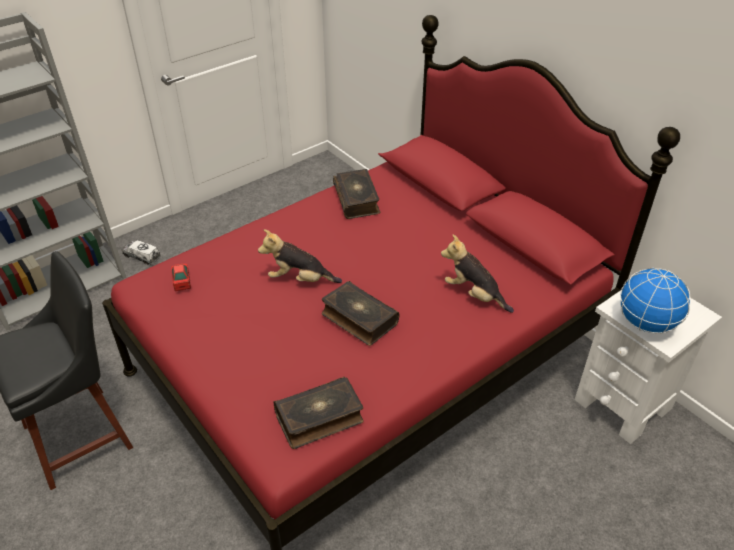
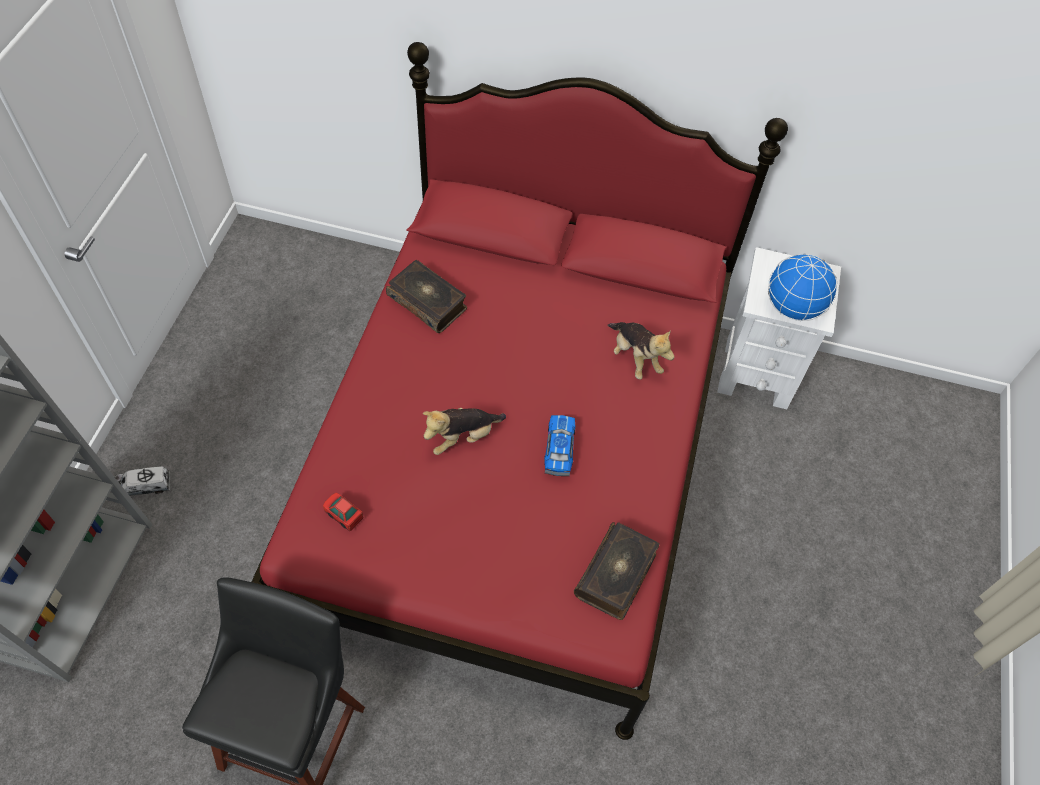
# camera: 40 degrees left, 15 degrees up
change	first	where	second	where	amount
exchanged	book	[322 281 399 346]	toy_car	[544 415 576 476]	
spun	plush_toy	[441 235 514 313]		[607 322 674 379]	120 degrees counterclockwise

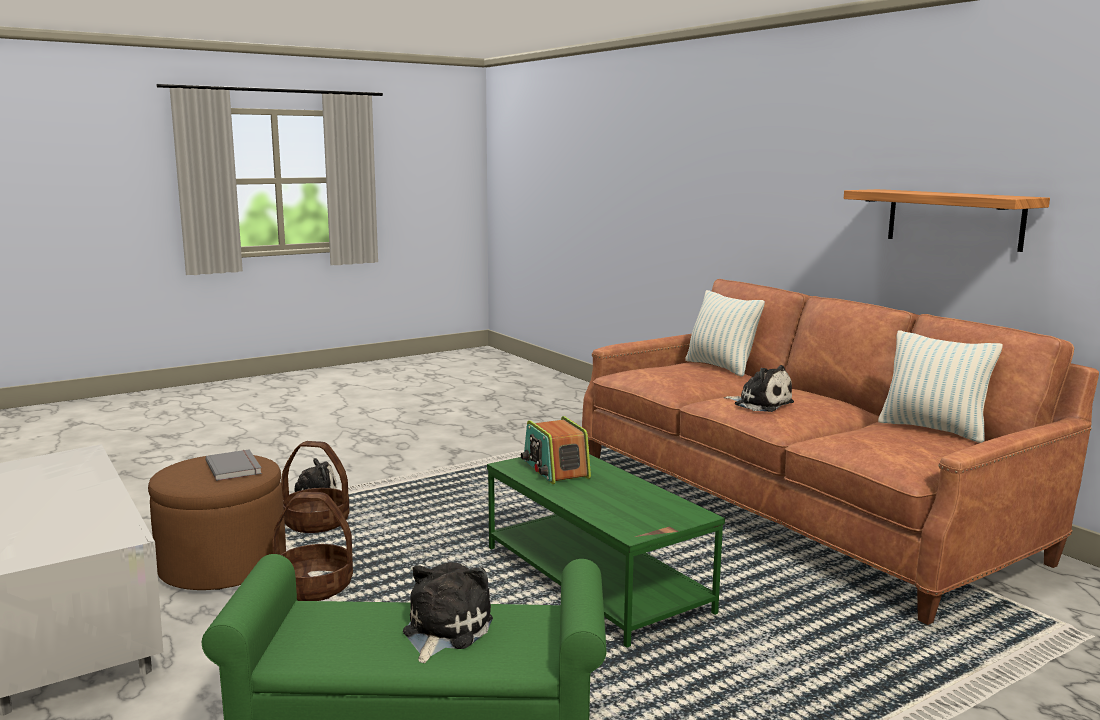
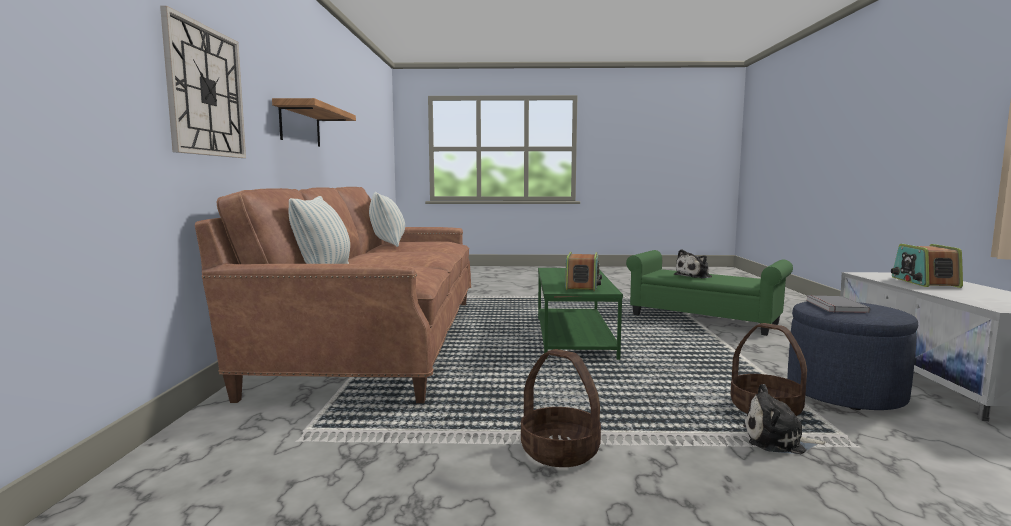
# camera: 145 degrees left, 5 degrees down
change	first	where	second	where	amount
appeared			wall_clock	[160 6 246 158]	
relocated	basket	[272 492 353 601]		[521 349 601 467]	
colour	brown_ottoman	[148 455 286 590]	blue_ottoman	[787 301 918 410]	
appeared			radio	[891 244 963 288]	
missing	plush_toy	[724 365 794 412]			

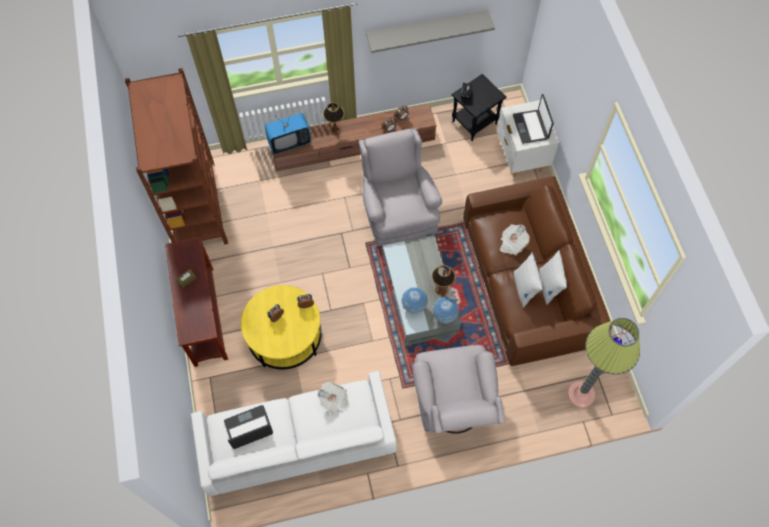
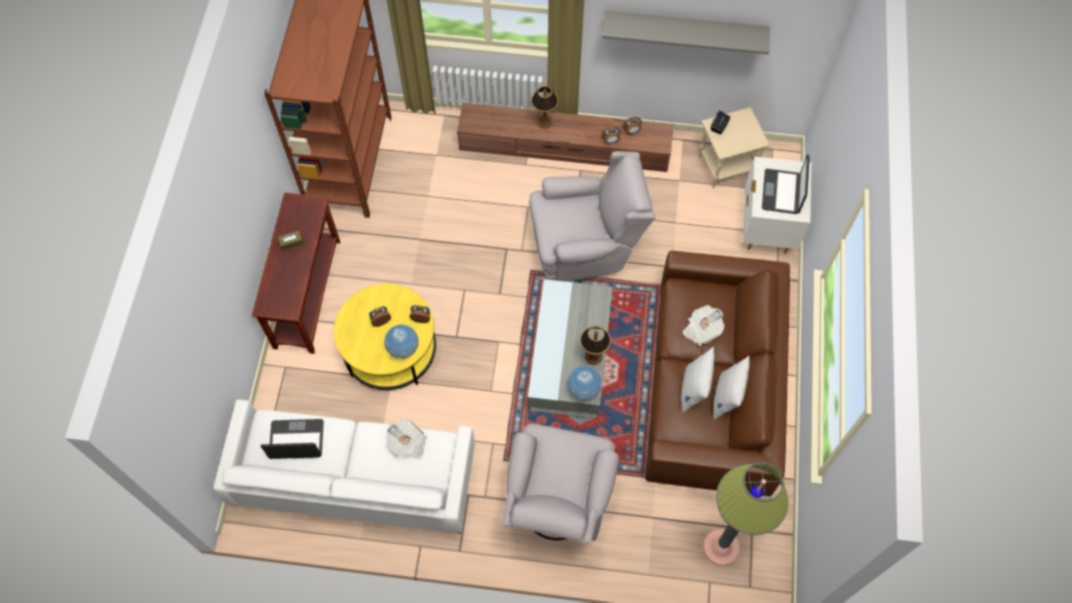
# camera: 20 degrees right, 0 degrees up
change	first	where	second	where	amount
relocated	globe	[402 287 428 314]		[384 324 419 359]	
spun	grey_armchair	[359 128 442 246]		[529 151 656 282]	75 degrees clockwise
colour	black_side_table	[451 74 507 141]	beige_side_table	[698 107 770 188]	
missing	television	[264 110 311 154]			

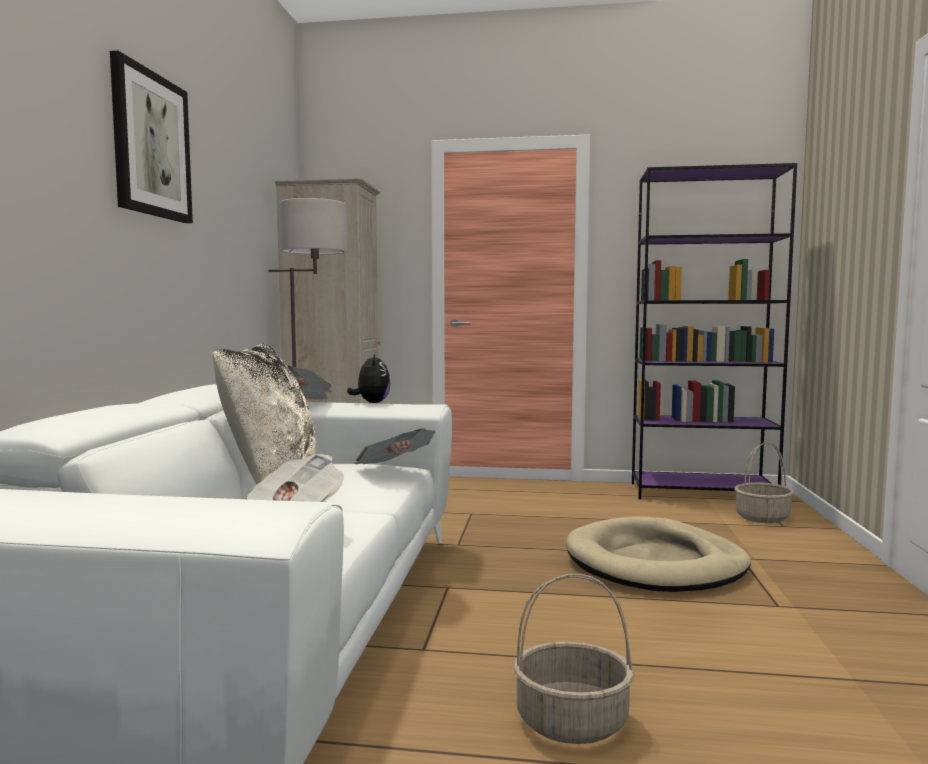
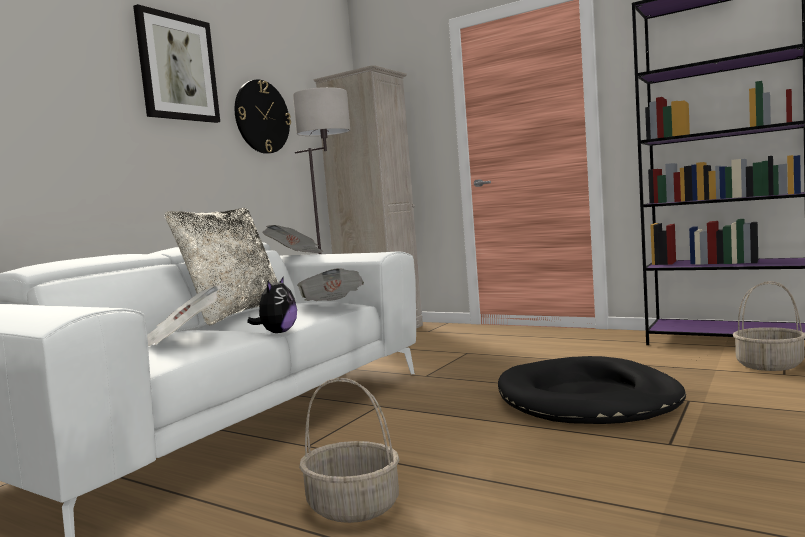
# camera: 25 degrees right, 0 degrees up
change	first	where	second	where	amount
appeared			wall_clock	[235 80 291 154]	
relocated	plush_toy	[347 354 391 403]		[247 276 297 333]	
colour	beige_dog_bed	[566 517 751 592]	black_dog_bed	[498 356 686 424]	

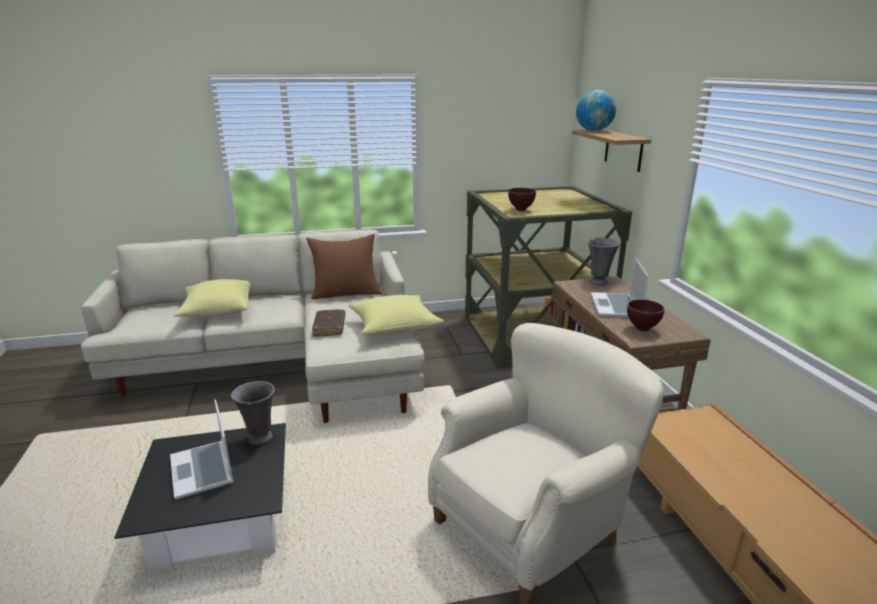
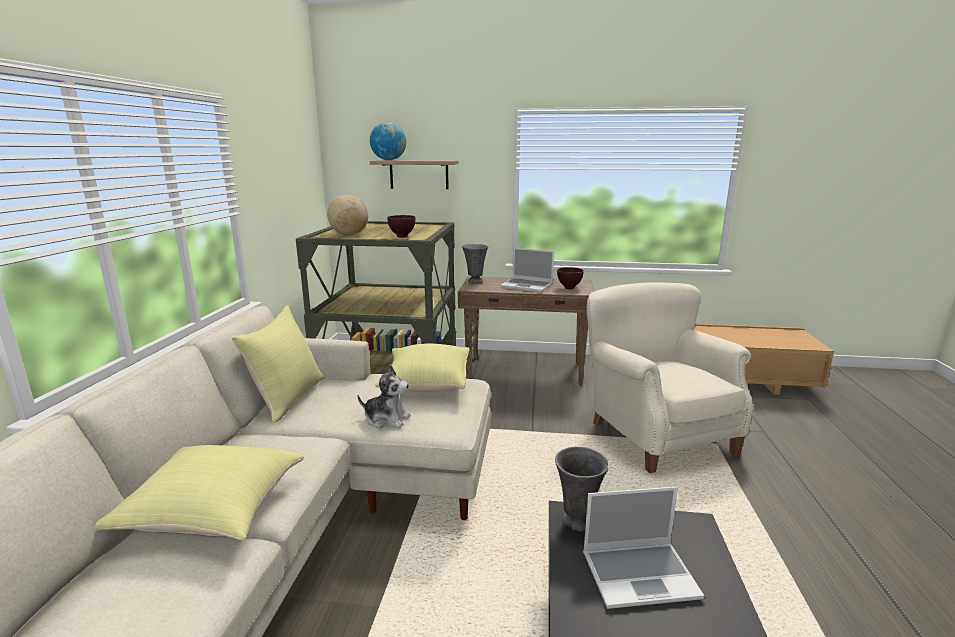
# camera: 70 degrees left, 5 degrees down
change	first	where	second	where	amount
colour	brown_pillow	[306 234 382 299]	yellow_pillow	[231 305 324 423]	
appeared			globe	[327 195 368 235]	
exchanged	brown_book	[312 309 345 337]	plush_toy	[358 365 411 428]	

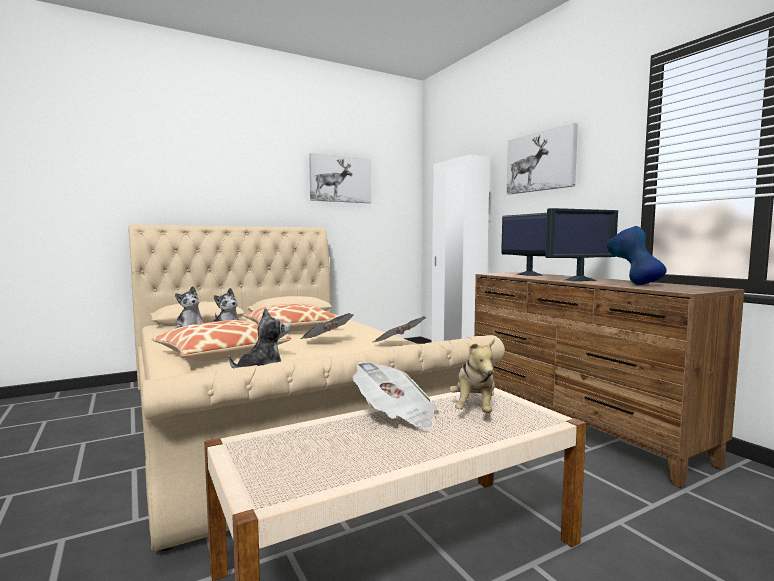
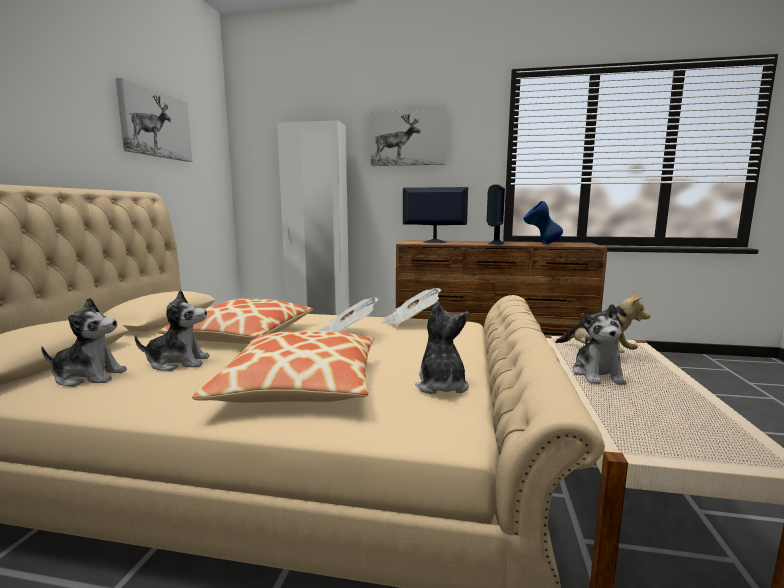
# camera: 50 degrees left, 5 degrees up
change	first	where	second	where	amount
exchanged	newspaper	[353 361 437 430]	plush_toy	[572 304 627 385]	

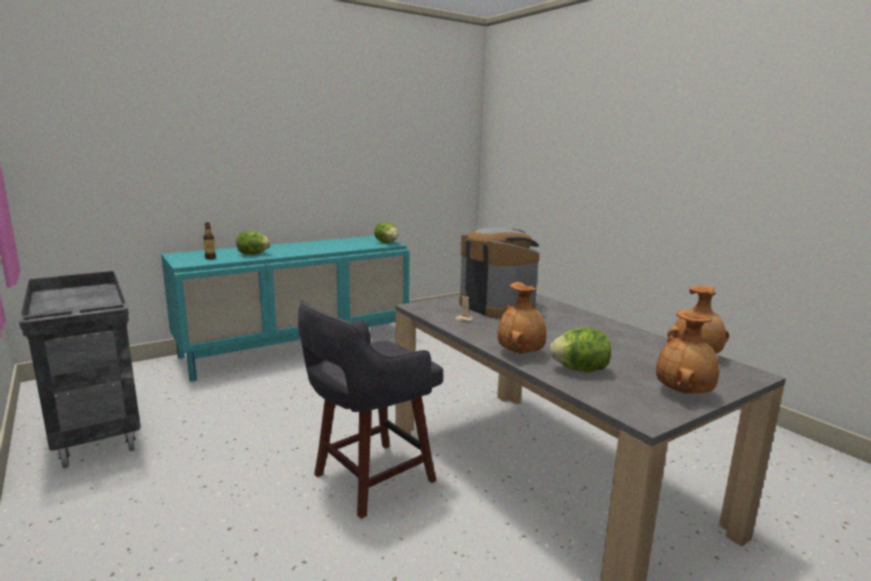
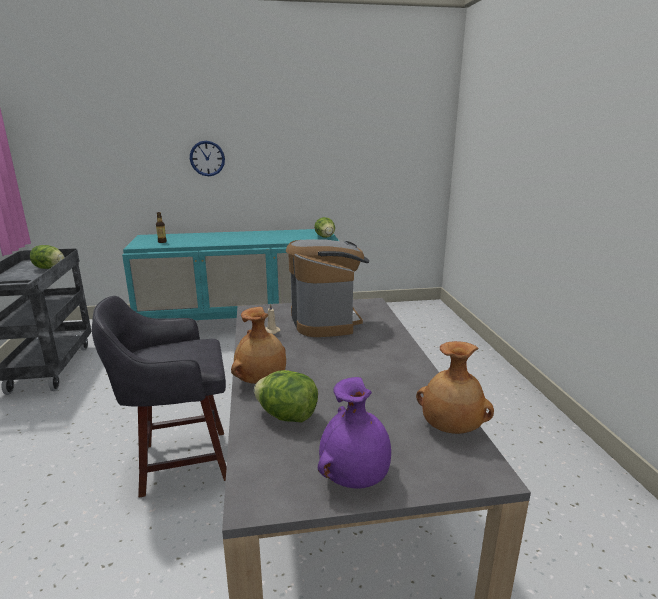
# camera: 25 degrees right, 5 degrees up
change	first	where	second	where	amount
relocated	lettuce	[236 231 271 255]		[30 245 65 269]	
appeared			wall_clock	[190 141 225 176]	
colour	brown_vase	[656 310 719 394]	purple_vase	[318 377 391 489]	

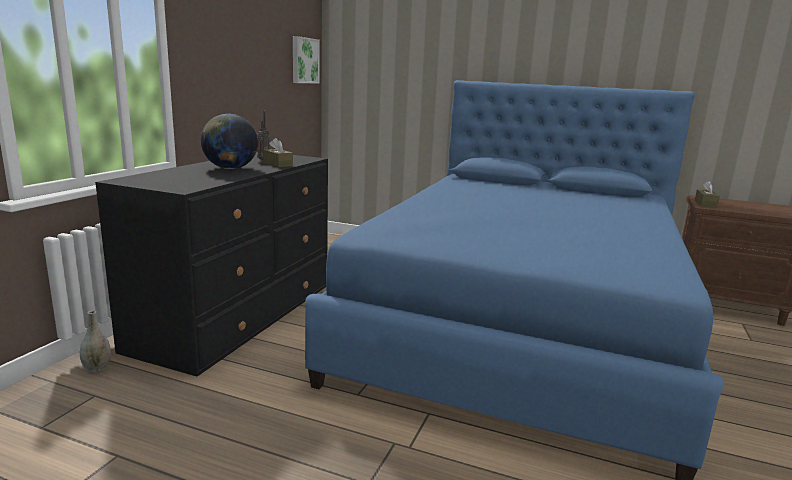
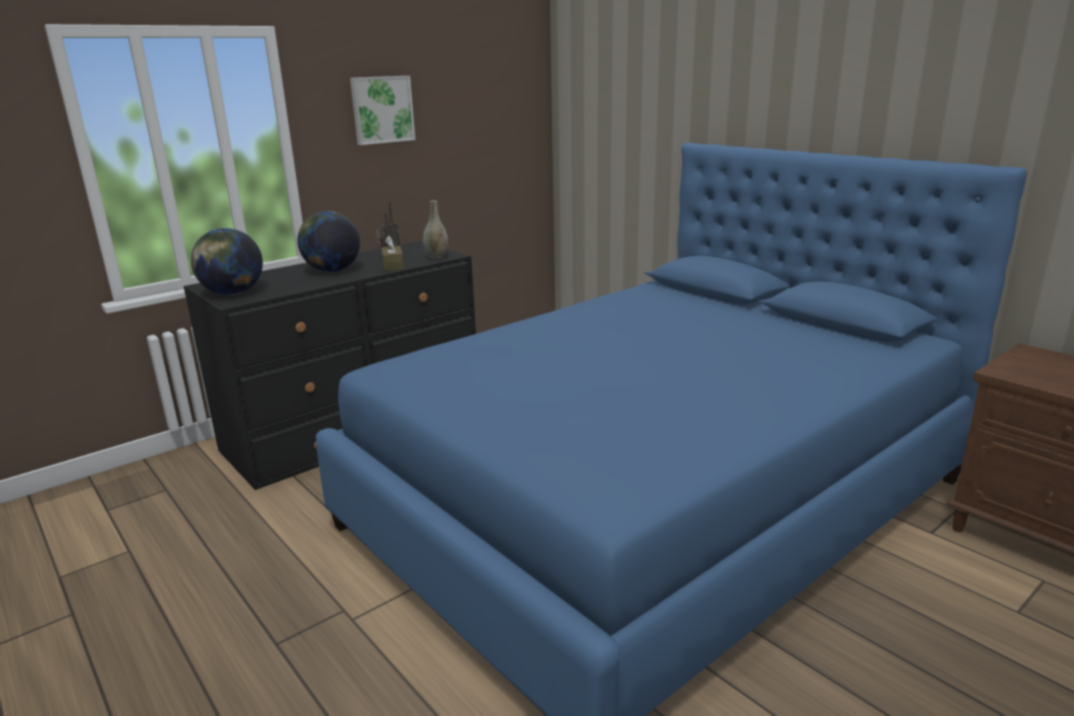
# camera: 30 degrees right, 5 degrees up
change	first	where	second	where	amount
appeared			globe	[191 228 263 295]	
relocated	picture	[293 36 320 83]		[350 76 416 145]	
relocated	grey_vase	[80 311 111 372]		[423 200 448 259]	
missing	brown_tissue_box	[694 181 720 208]			

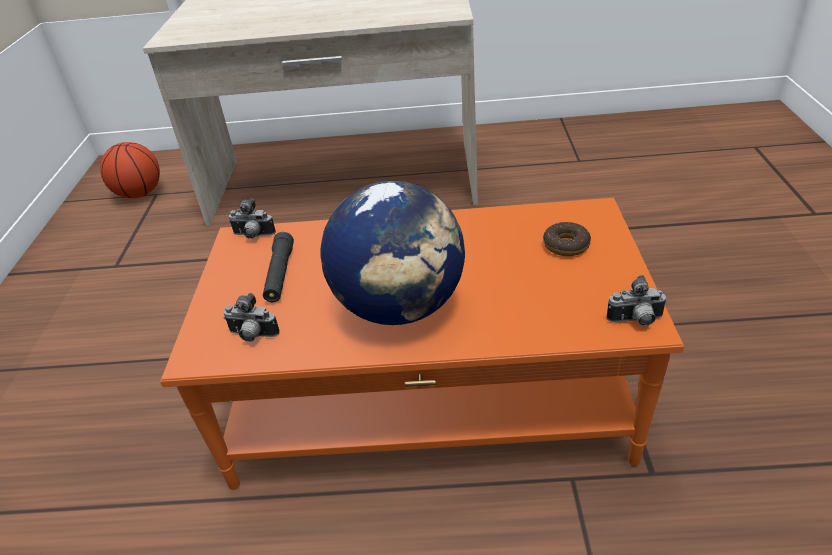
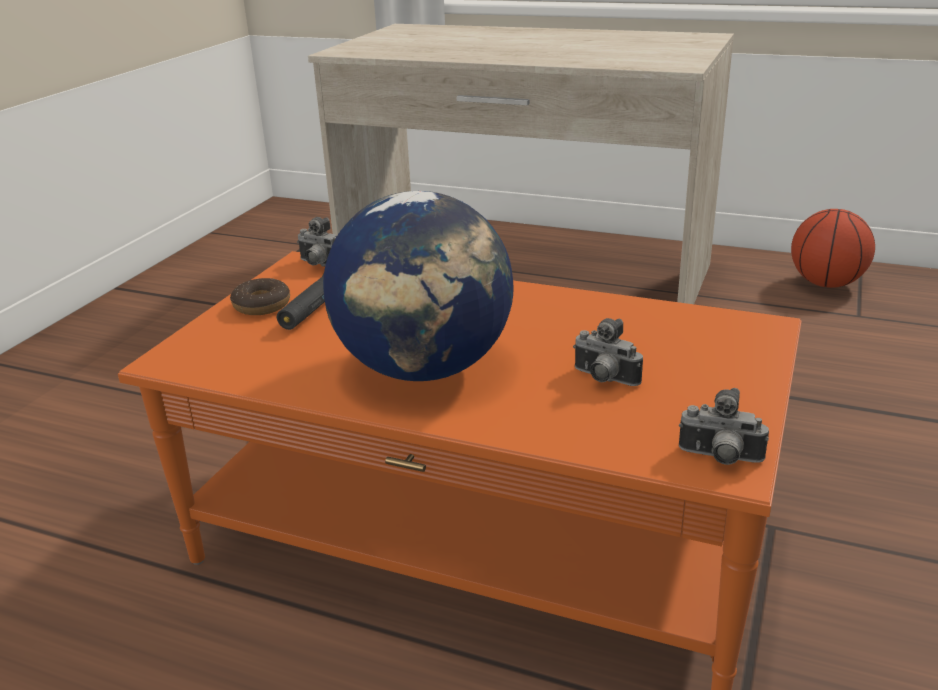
# camera: 20 degrees right, 10 degrees down
change	first	where	second	where	amount
relocated	donut	[543 222 591 256]		[230 278 290 315]	
relocated	photo_camera	[223 293 280 342]		[573 318 643 386]	
relocated	basketball	[100 142 160 198]		[791 209 875 288]	

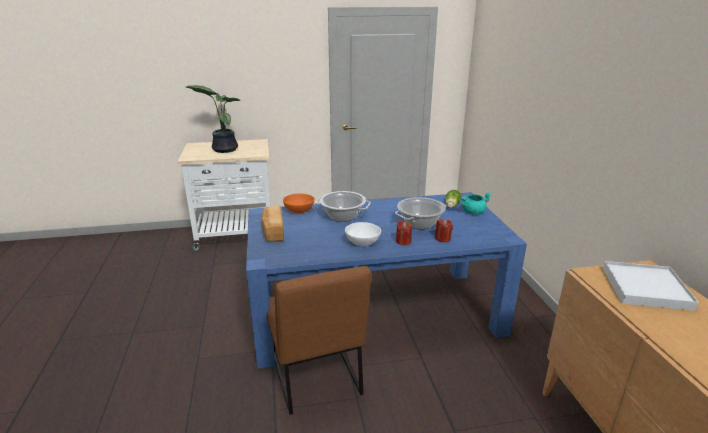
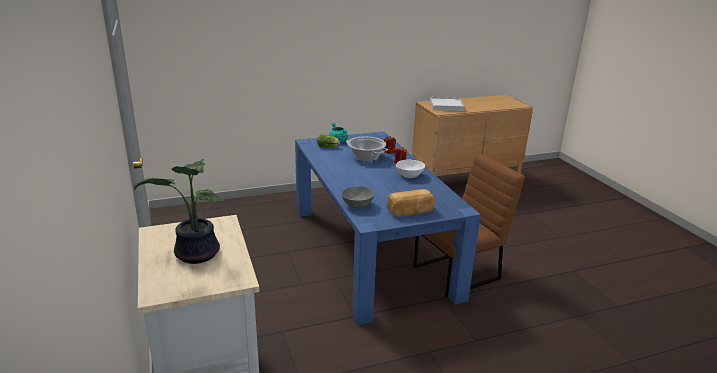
# camera: 100 degrees left, 0 degrees up
change	first	where	second	where	amount
colour	orange_bowl	[283 193 315 213]	grey_bowl	[342 186 374 208]	
missing	cooking_pot	[315 191 371 222]			

